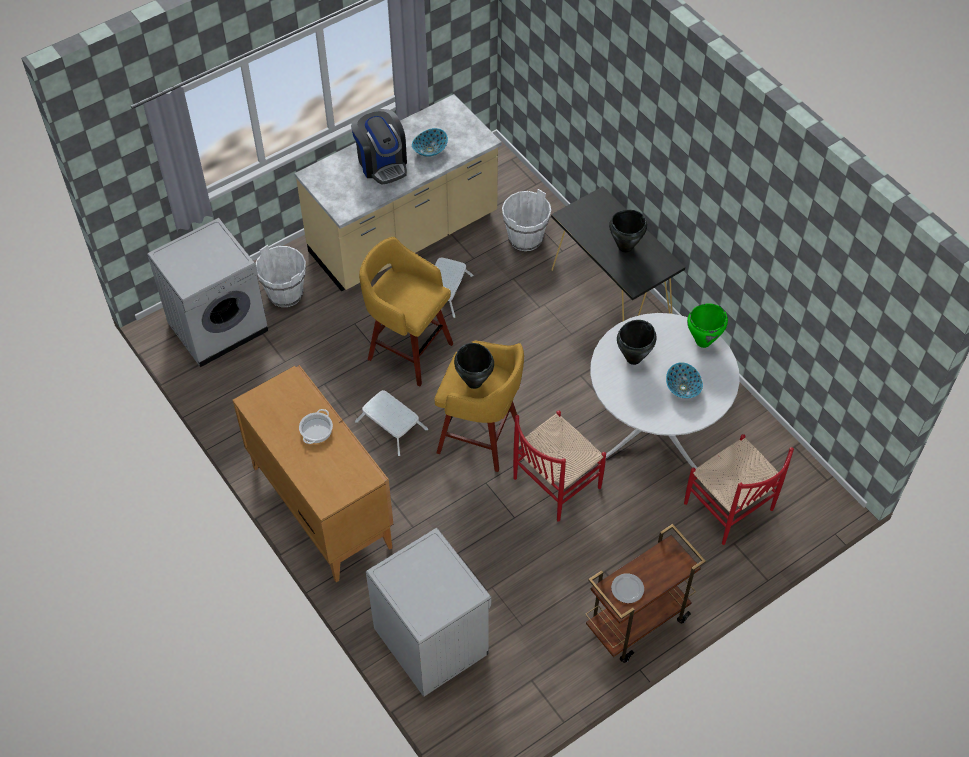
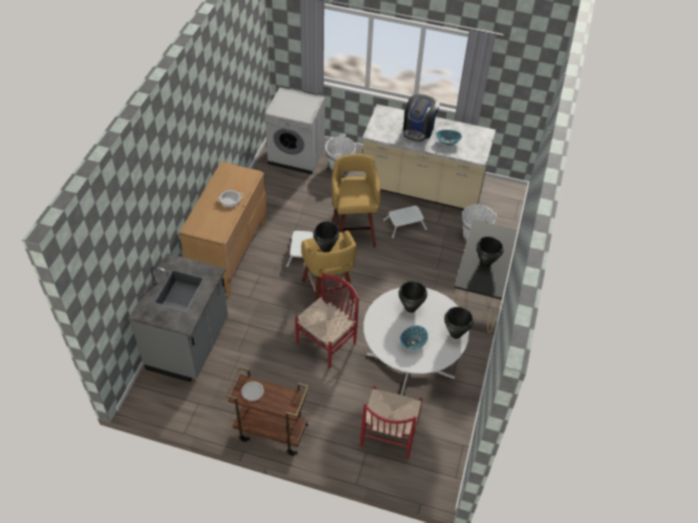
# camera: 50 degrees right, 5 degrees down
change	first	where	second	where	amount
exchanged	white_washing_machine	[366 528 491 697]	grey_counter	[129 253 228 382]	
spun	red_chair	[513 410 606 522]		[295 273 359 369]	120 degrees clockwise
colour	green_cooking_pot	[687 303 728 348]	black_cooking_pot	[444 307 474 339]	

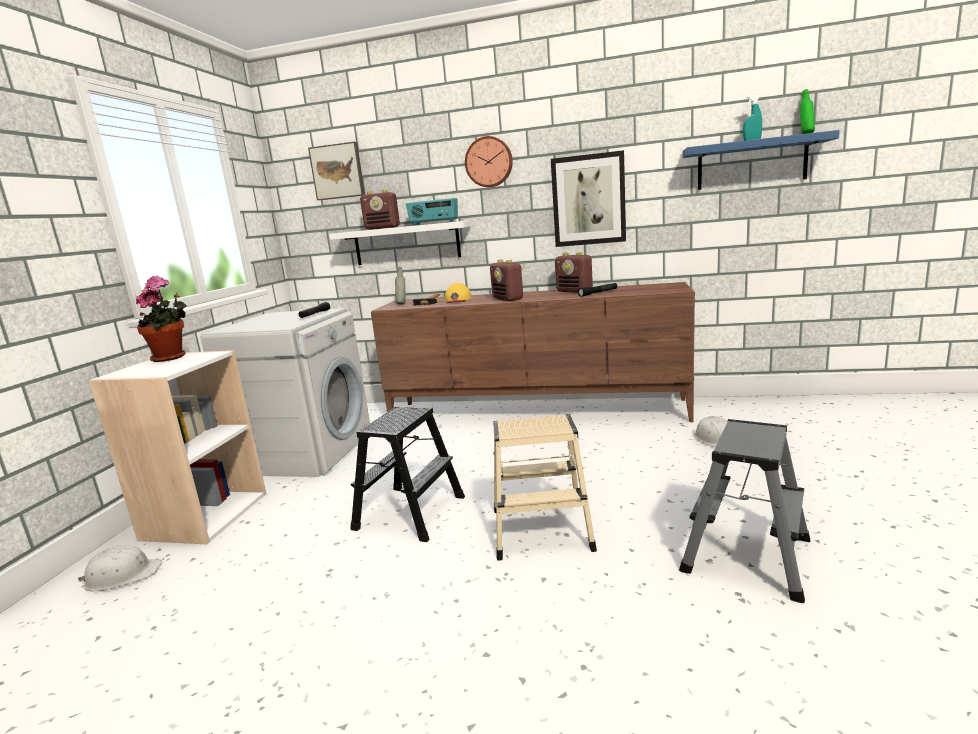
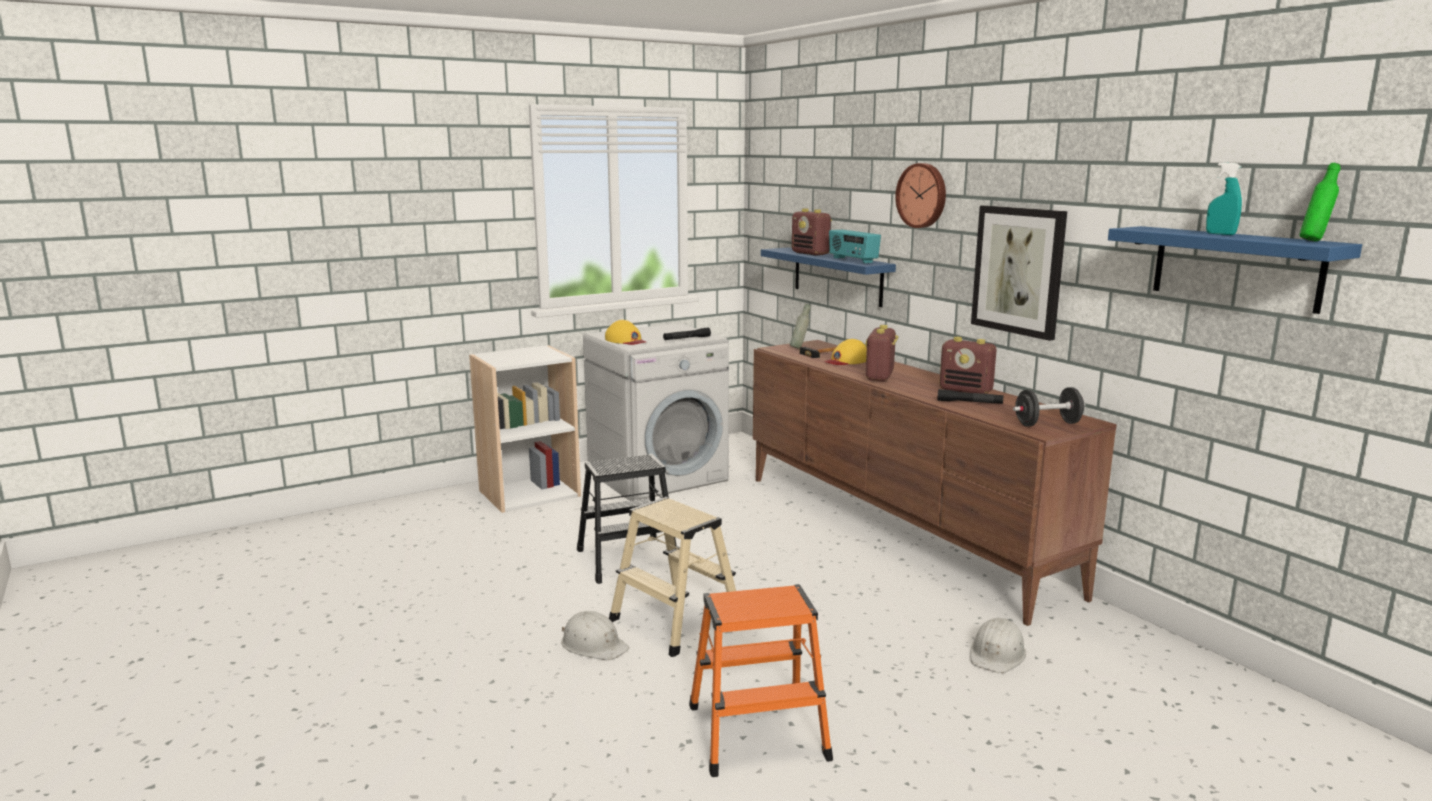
# camera: 45 degrees right, 0 degrees up
change	first	where	second	where	amount
relocated	white_hard_hat	[78 546 162 591]		[561 611 629 660]	
appeared			yellow_cap	[605 320 646 345]	
colour	grey_step_ladder	[679 419 810 603]	orange_step_ladder	[689 584 833 777]	
colour	white_shelf	[329 221 471 265]	blue_shelf	[761 247 896 307]	
spun	radio	[555 252 593 293]		[939 337 997 394]	60 degrees counterclockwise
appeared			black_dumbbell	[1013 387 1085 427]	
missing	potted_plant	[136 275 187 362]			
missing	picture	[308 142 365 200]			

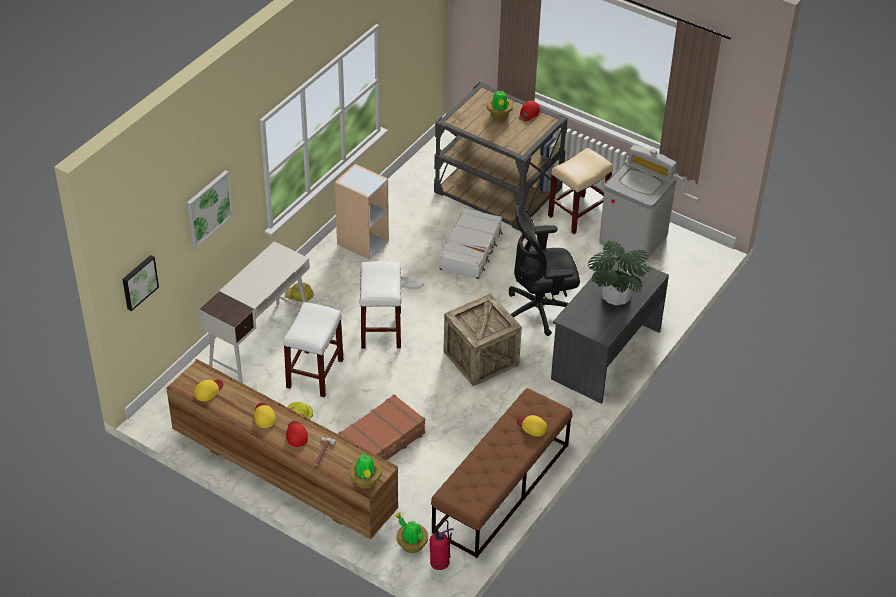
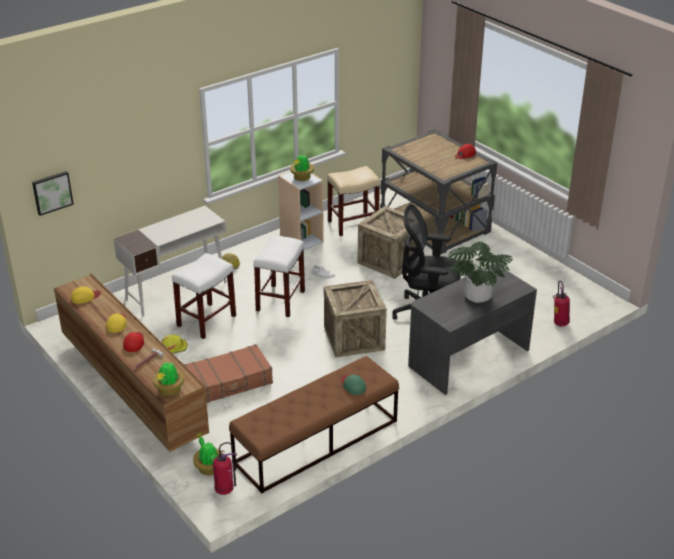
# camera: 20 degrees right, 10 degrees down
change	first	where	second	where	amount
relocated	potted_plant	[487 90 513 120]		[290 154 314 181]	
relocated	beige_stool	[548 148 613 234]		[327 166 380 236]	
colour	yellow_cap	[517 415 547 437]	green_cap	[341 375 366 395]	
exchanged	white_suitcase	[440 208 503 279]	crate	[357 206 417 279]	
appeared			fire_extinguisher	[553 280 570 327]	
missing	picture	[187 170 233 248]			
missing	grey_washing_machine	[599 145 699 261]			

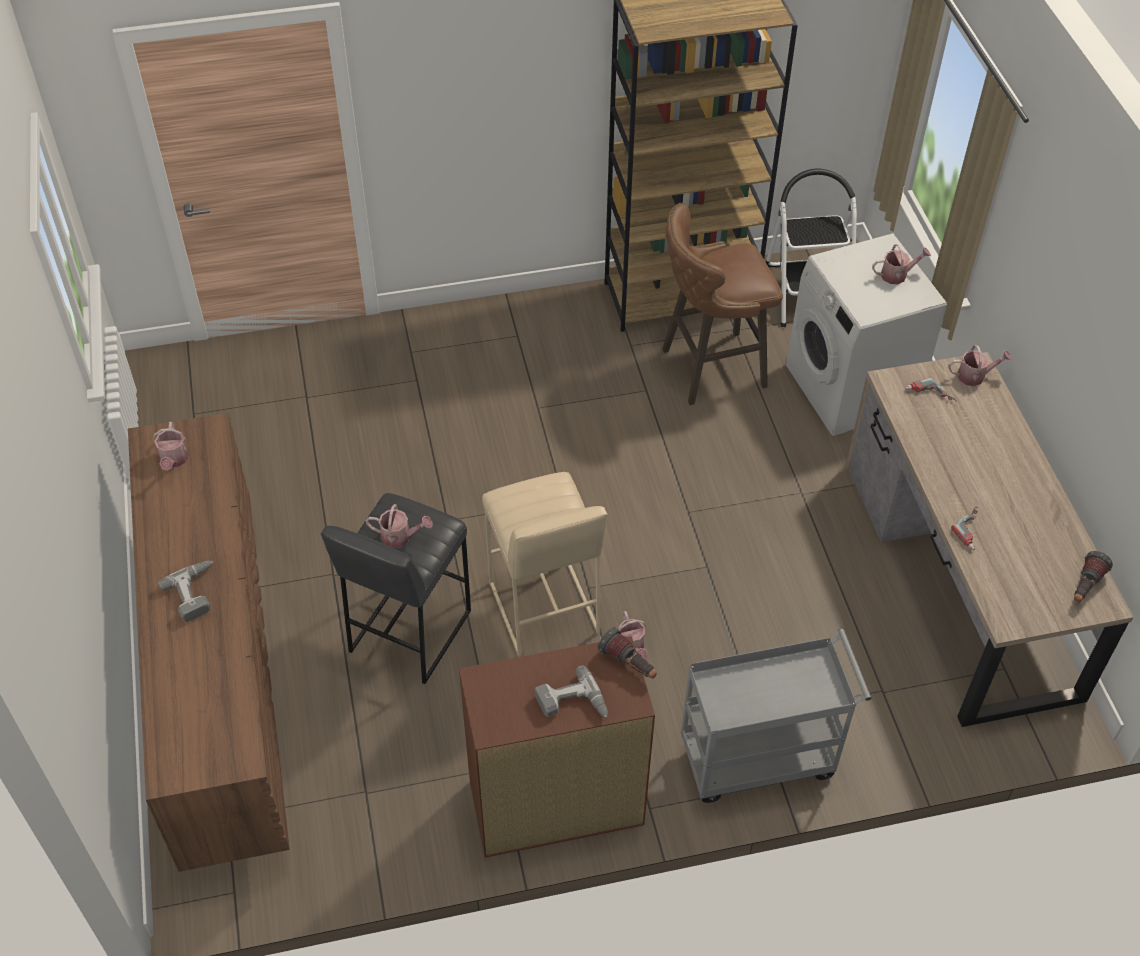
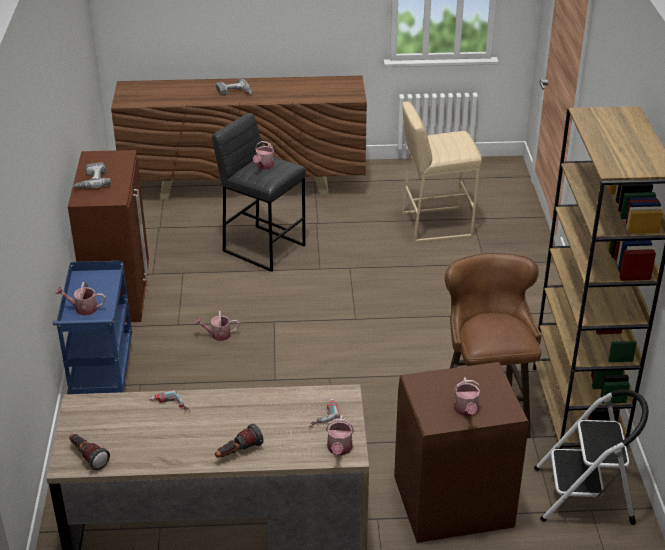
# camera: 100 degrees right, 15 degrees down
change	first	where	second	where	amount
colour	grey_cart	[681 628 871 803]	blue_cart	[53 261 132 394]	
relocated	watering_can	[153 422 189 471]		[55 282 106 316]	
relocated	flashlight	[598 627 657 678]		[215 424 264 458]	
colour	white_washing_machine	[786 233 947 436]	brown_washing_machine	[394 362 529 543]	
relocated	beige_stool	[482 472 608 657]		[402 101 482 243]	

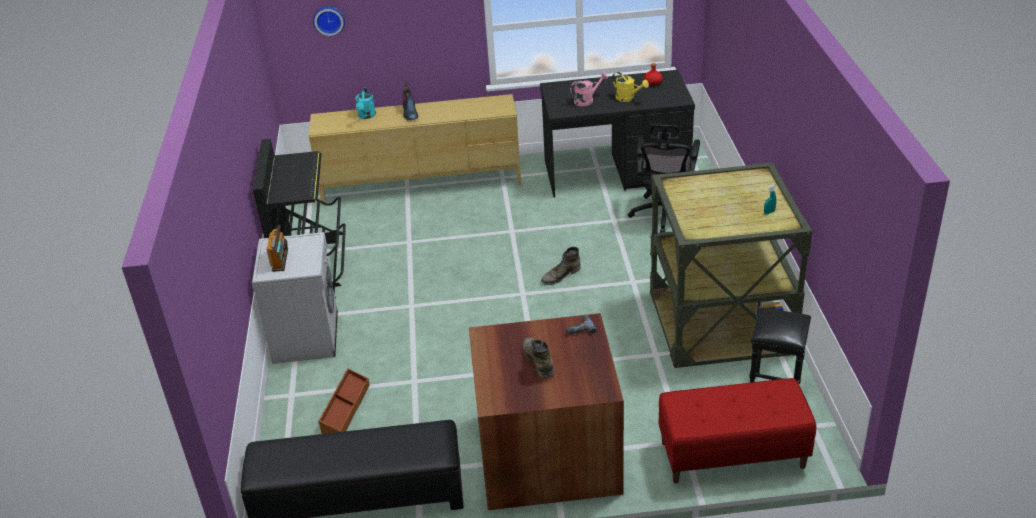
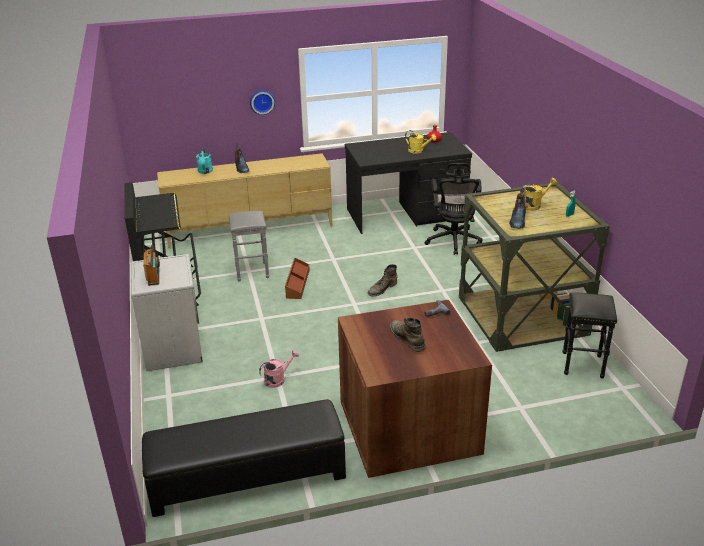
# camera: 10 degrees left, 5 degrees down
change	first	where	second	where	amount
appeared			grey_stool	[228 211 269 281]	
relocated	wall_clock	[313 7 345 36]		[250 90 275 115]	
relocated	pink_watering_can	[570 72 608 106]		[259 350 299 388]	
relocated	brown_storage_box	[318 368 370 434]		[285 257 310 299]	
appeared			boot	[509 188 526 229]	
appeared			yellow_watering_can	[520 178 557 211]	
missing	red_bench	[659 378 816 484]			

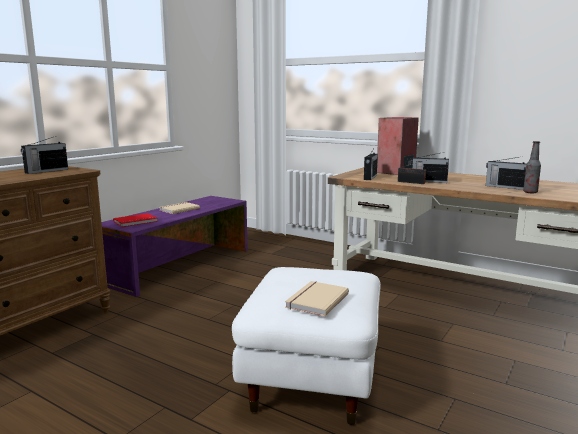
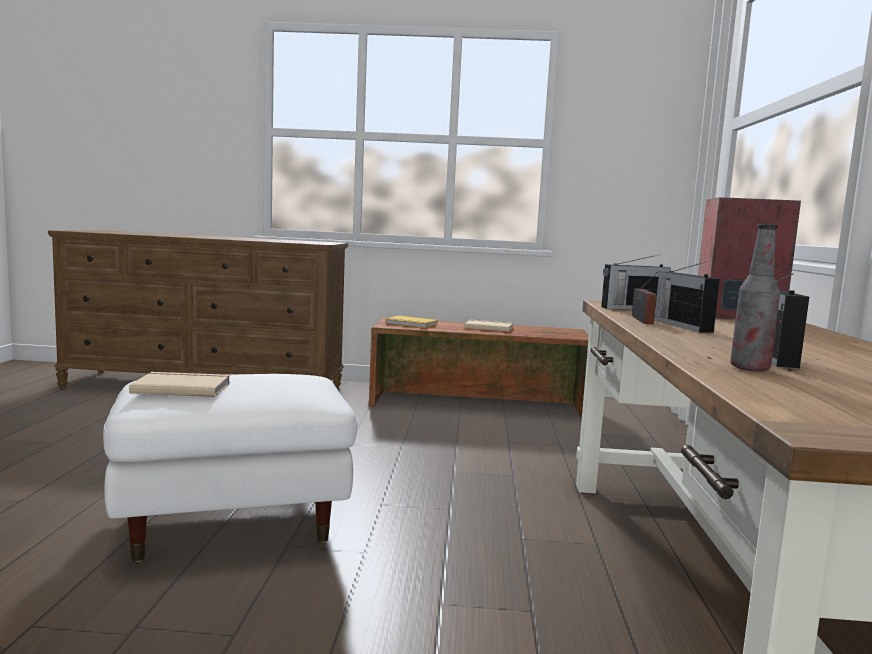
# camera: 60 degrees right, 5 degrees down
change	first	where	second	where	amount
colour	purple_bench	[101 196 248 297]	brown_bench	[369 318 589 419]	
colour	red_book	[113 213 158 227]	yellow_book	[386 316 438 328]	
missing	radio	[21 136 68 174]			

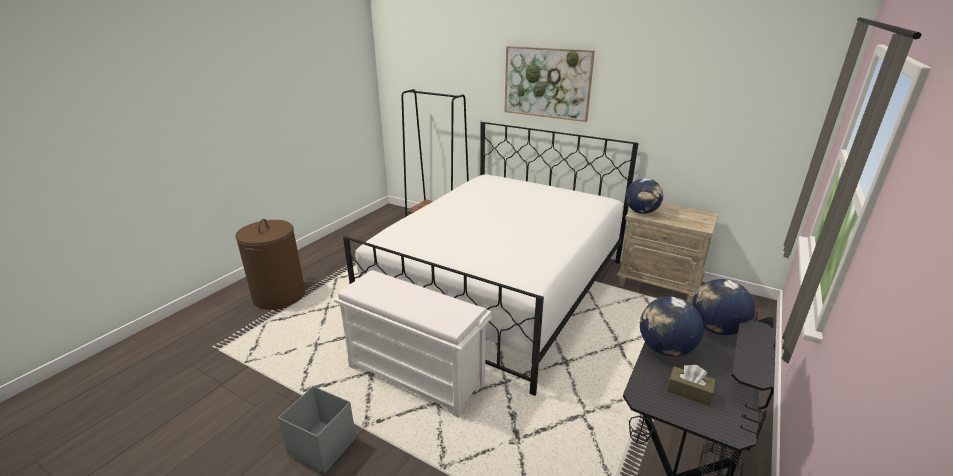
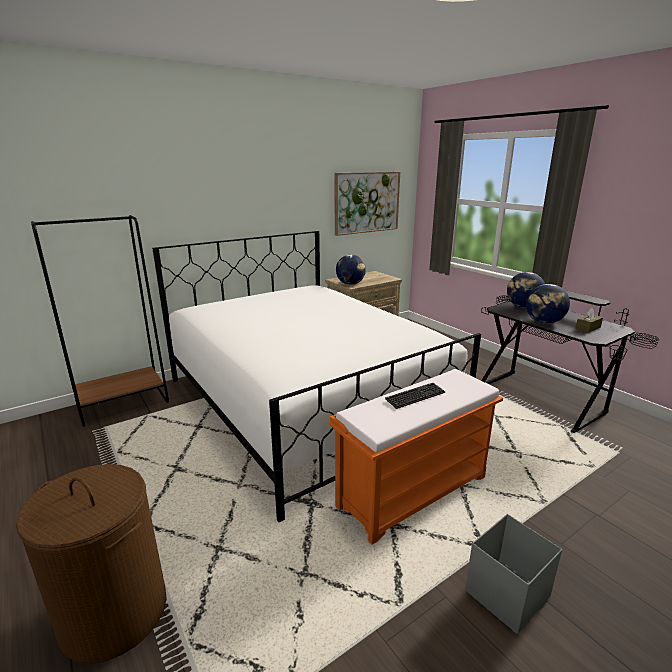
# camera: 65 degrees left, 5 degrees down
change	first	where	second	where	amount
colour	white_bench	[334 270 492 418]	orange_bench	[329 369 503 544]	
relocated	picture	[504 46 595 122]		[335 172 400 236]	
appeared			keyboard	[385 383 445 409]	

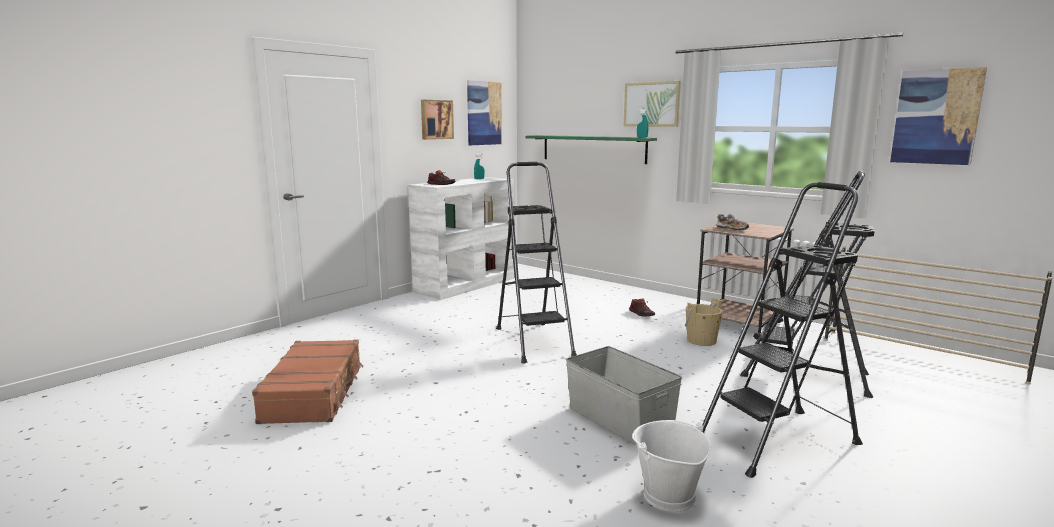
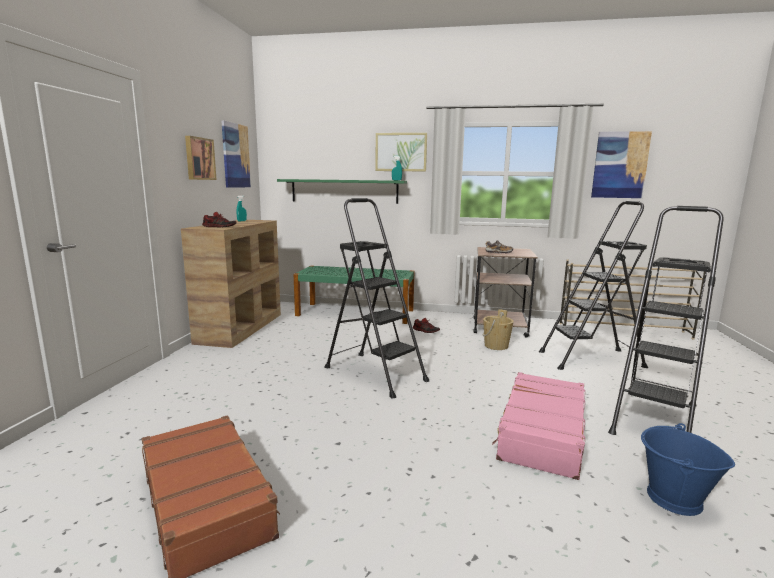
# camera: 30 degrees left, 0 degrees up
change	first	where	second	where	amount
colour	white_bookcase	[408 177 515 300]	brown_bookcase	[181 220 281 348]	
appeared			green_bench	[294 266 415 324]	
exchanged	grey_storage_box	[566 346 682 446]	pink_suitcase	[492 372 585 480]	
colour	white_bucket	[632 420 711 512]	blue_bucket	[641 423 735 516]	

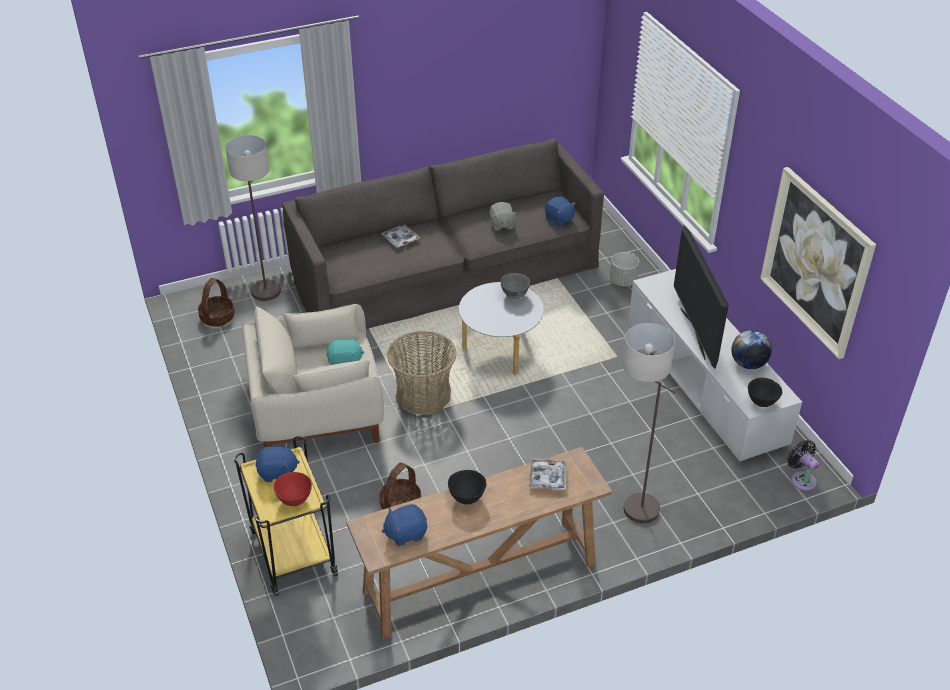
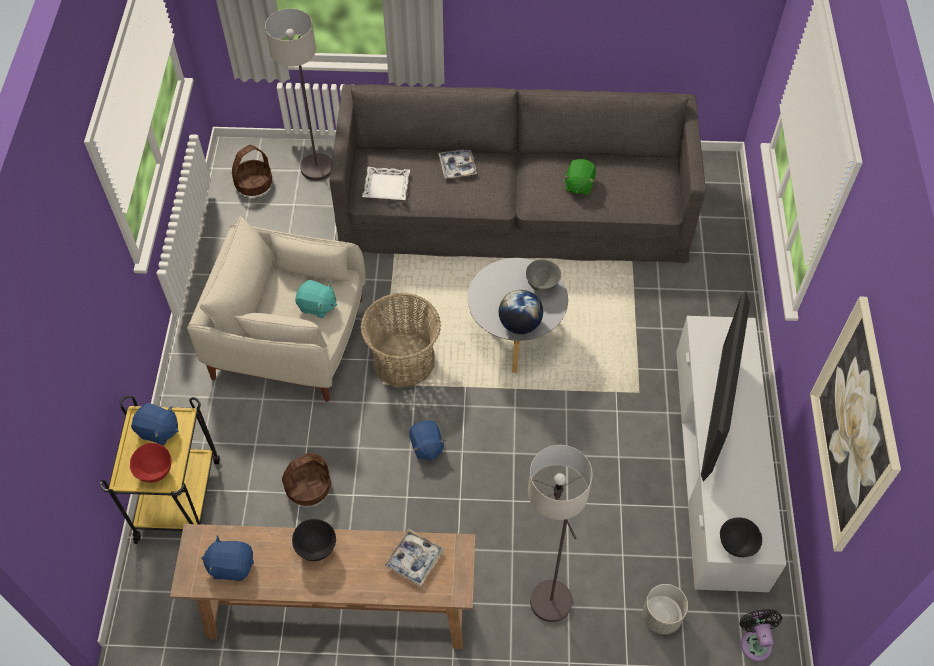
# camera: 25 degrees right, 15 degrees up
change	first	where	second	where	amount
appeared			white_tray	[362 167 410 200]	
relocated	blue_plush_toy	[545 197 576 226]		[409 420 445 461]	
relocated	globe	[731 330 772 369]		[499 290 543 334]	
colour	grey_plush_toy	[490 202 517 231]	green_plush_toy	[564 159 596 195]	
relocated	grey_planter	[610 252 639 286]		[643 584 688 634]	

